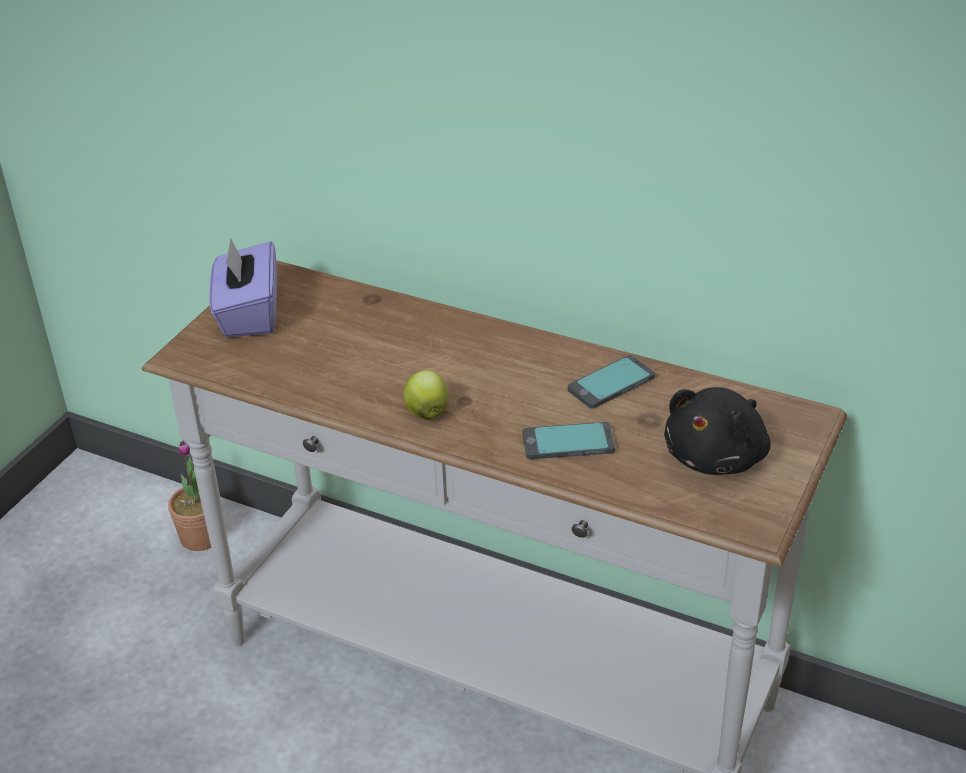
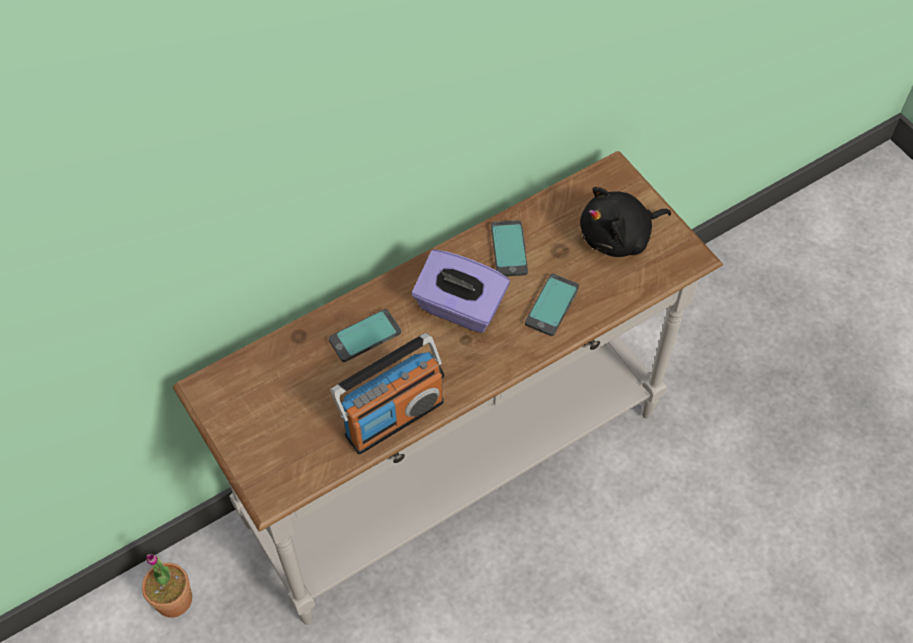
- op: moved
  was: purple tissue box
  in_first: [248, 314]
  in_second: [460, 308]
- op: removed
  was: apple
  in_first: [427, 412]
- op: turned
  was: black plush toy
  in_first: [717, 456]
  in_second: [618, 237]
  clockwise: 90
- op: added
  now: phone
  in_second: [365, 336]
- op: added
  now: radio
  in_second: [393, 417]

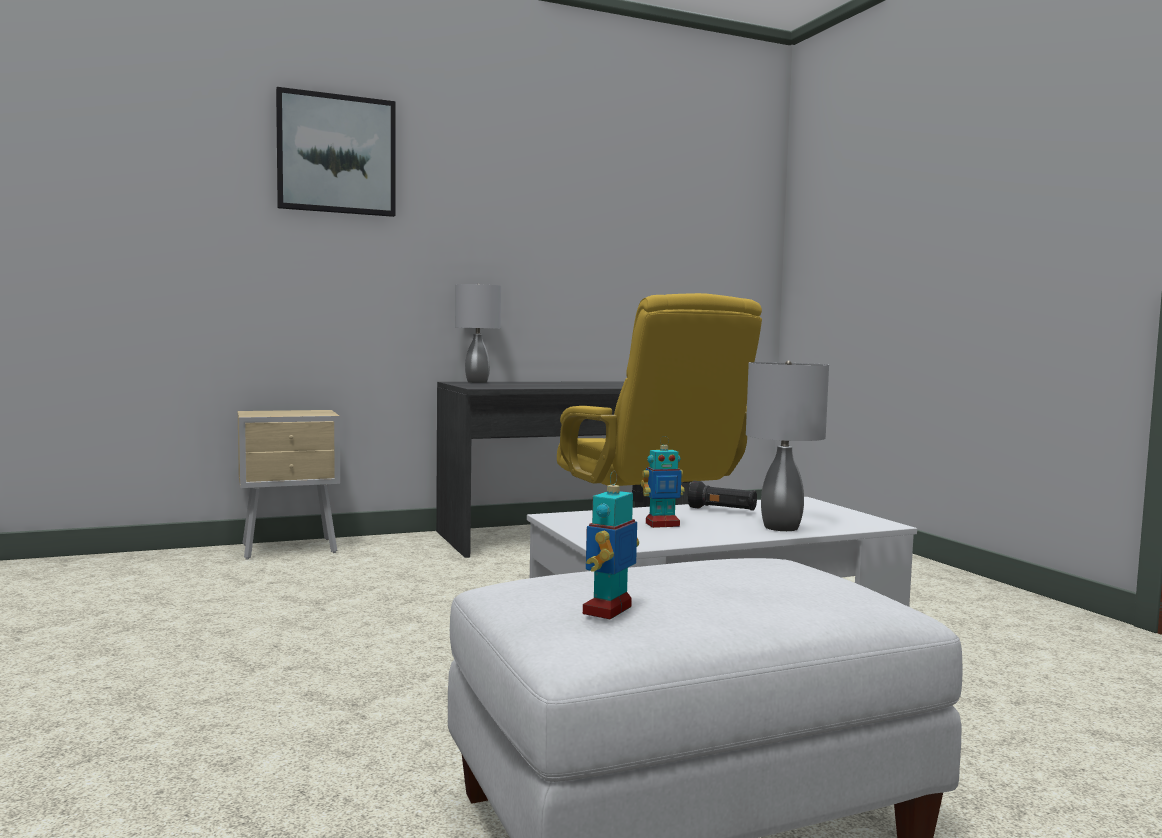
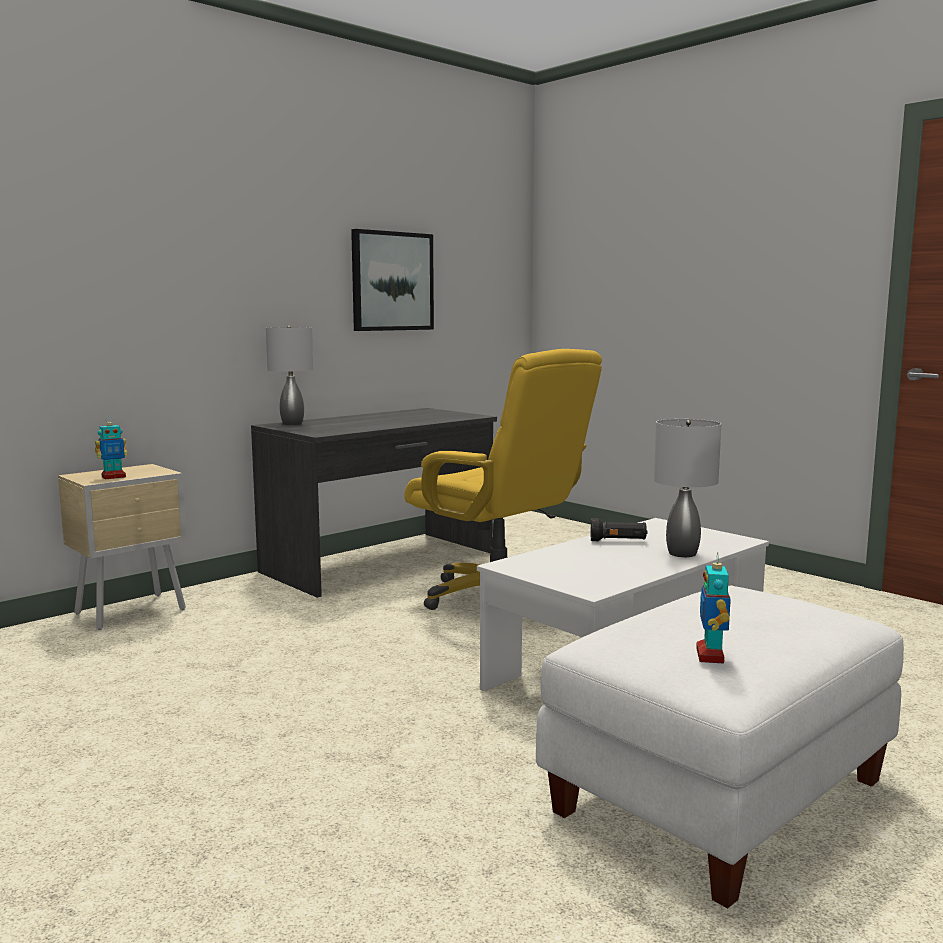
- op: moved
  was: picture
  in_first: [336, 154]
  in_second: [392, 281]
- op: moved
  was: toy robot
  in_first: [662, 524]
  in_second: [113, 477]

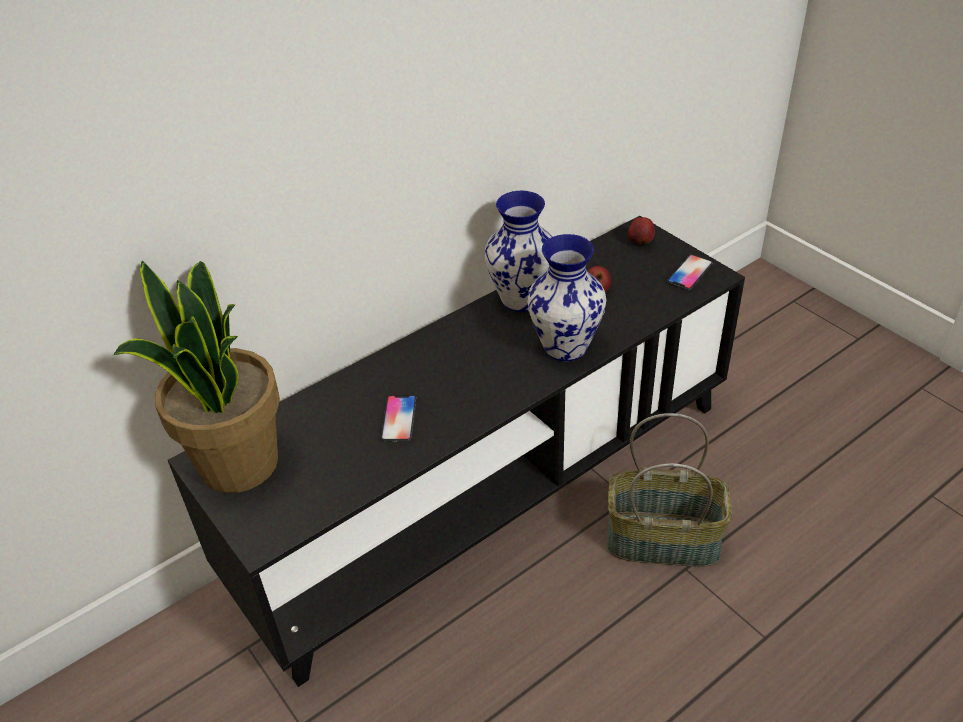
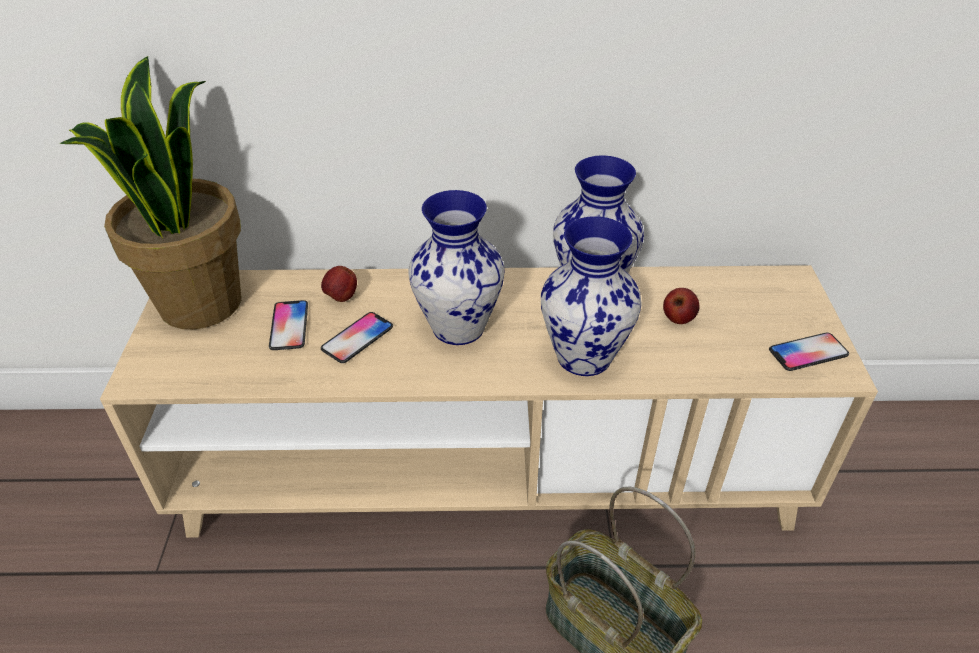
- op: recoloured
  was: black tv stand
  now: beige tv stand
  in_first: [488, 492]
  in_second: [489, 473]
- op: moved
  was: apple
  in_first: [640, 242]
  in_second: [341, 297]
- op: added
  now: phone
  in_second: [289, 326]
- op: added
  now: vase
  in_second: [457, 328]

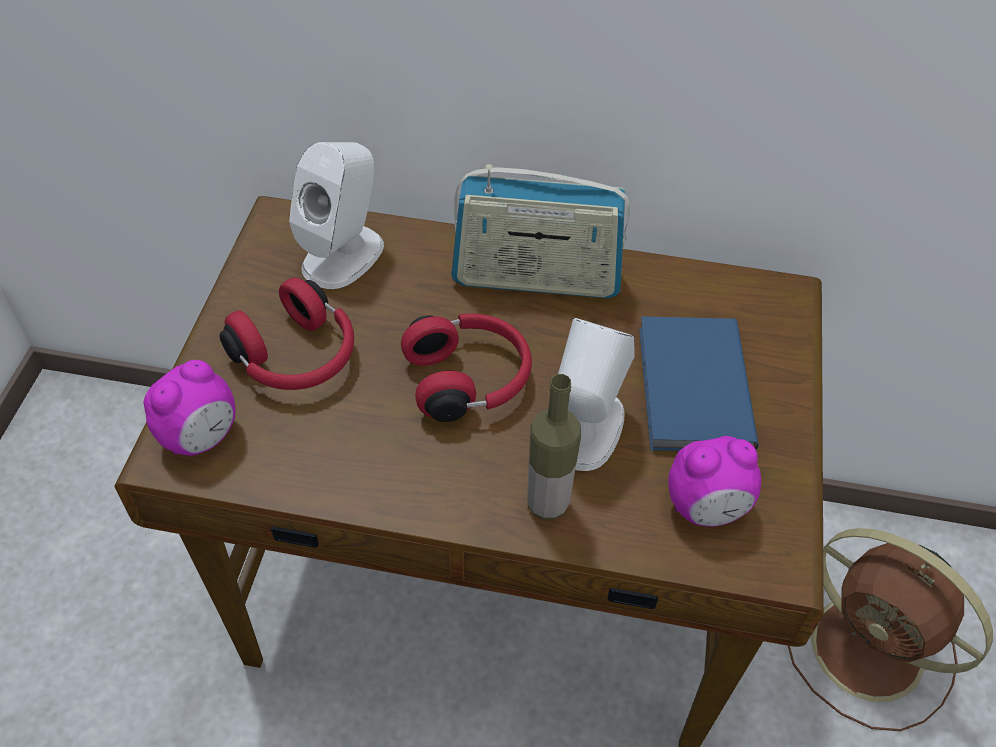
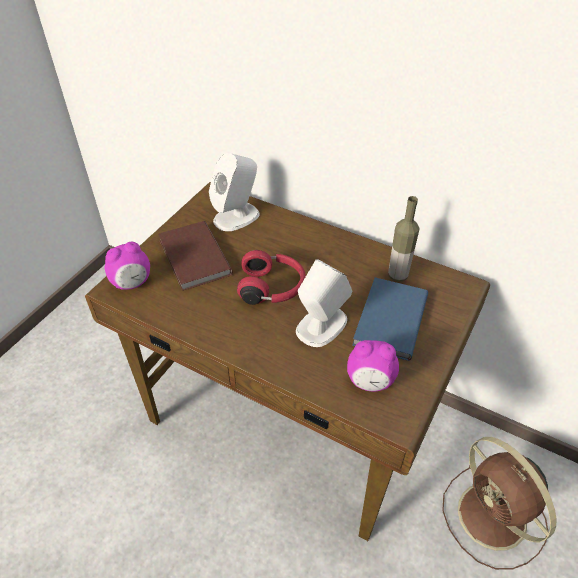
- op: replaced
  was: red headphones
  now: brown book
  in_first: [297, 357]
  in_second: [193, 258]
- op: removed
  was: radio
  in_first: [536, 278]
- op: moved
  was: bottle
  in_first: [547, 504]
  in_second: [398, 275]

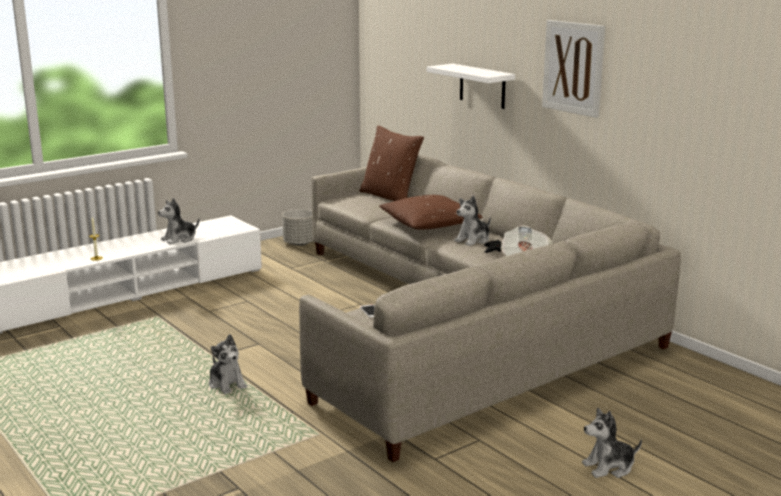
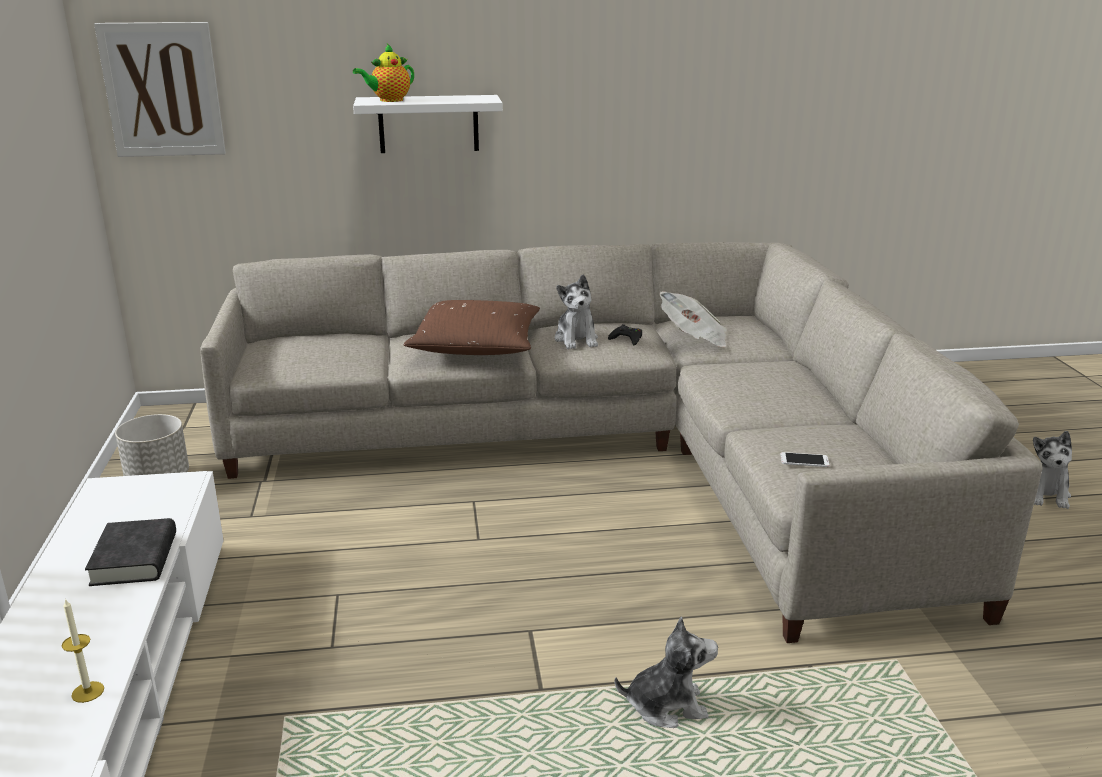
- op: replaced
  was: plush toy
  now: black book
  in_first: [179, 239]
  in_second: [135, 559]
- op: removed
  was: brown pillow
  in_first: [390, 196]
- op: moved
  was: picture
  in_first: [573, 68]
  in_second: [162, 90]
- op: added
  now: teapot
  in_second: [388, 100]

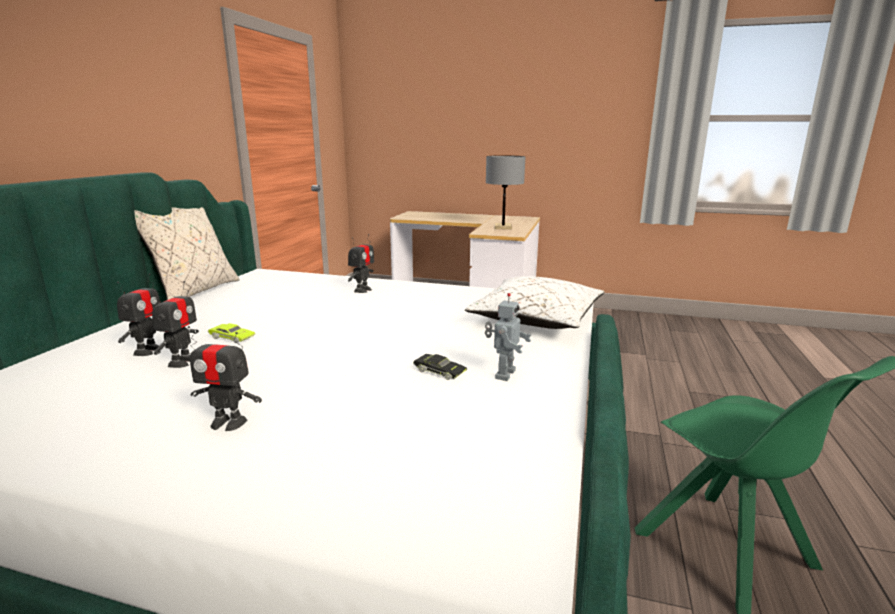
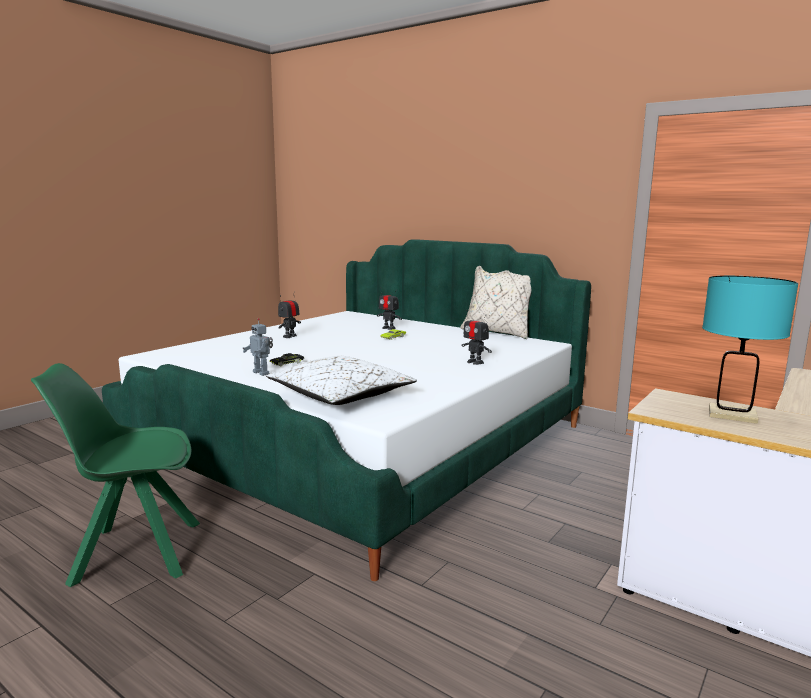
- op: removed
  was: toy robot
  in_first: [182, 362]
- op: recoloured
  was: grey table lamp
  now: turquoise table lamp
  in_first: [503, 227]
  in_second: [732, 415]

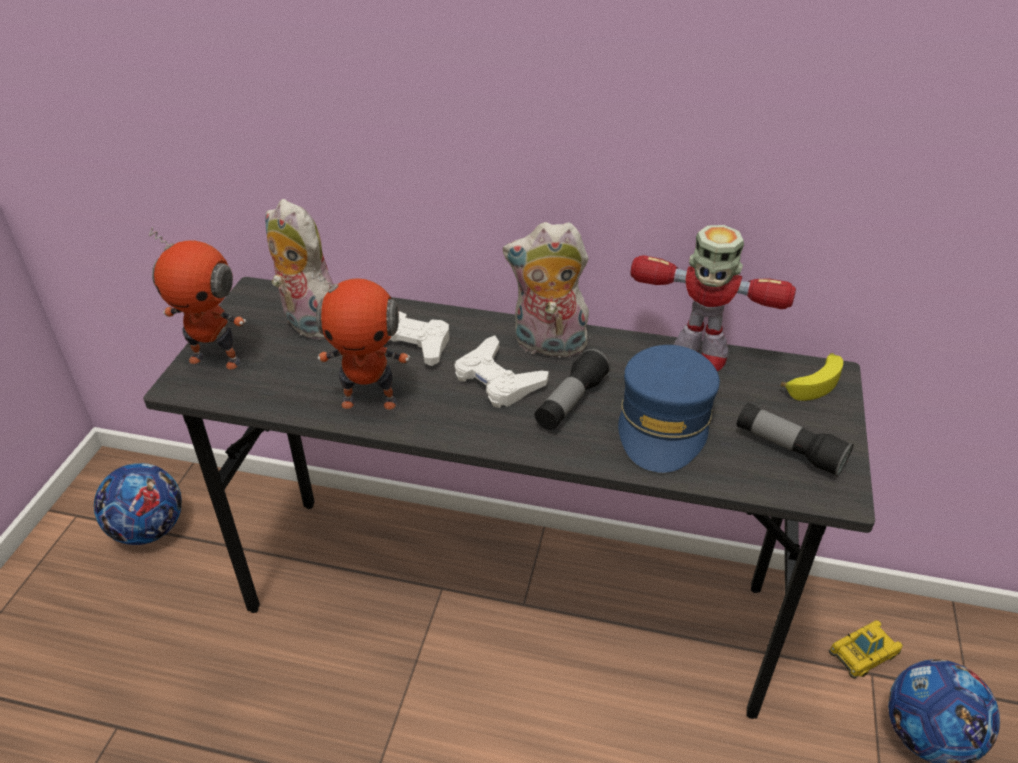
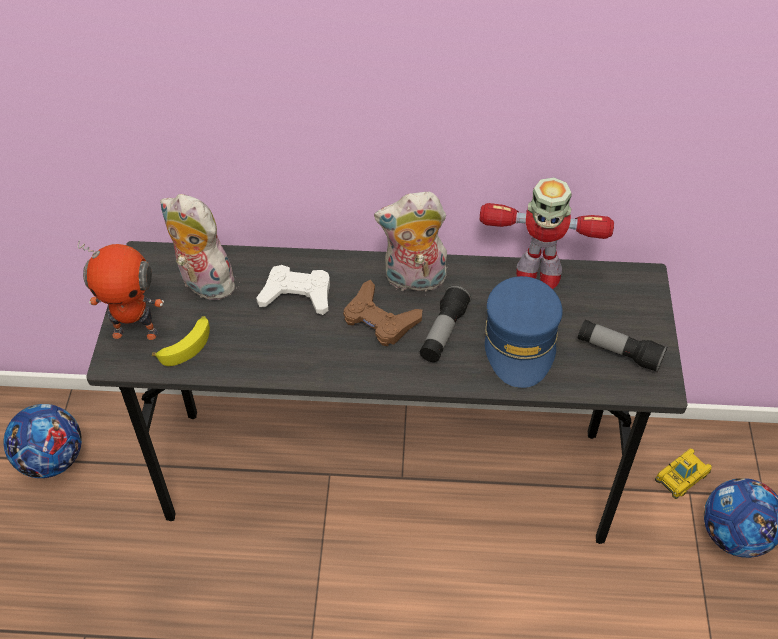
- op: removed
  was: toy robot
  in_first: [370, 400]
- op: recoloured
  was: white game controller
  now: brown game controller
  in_first: [498, 380]
  in_second: [380, 319]
- op: moved
  was: banana
  in_first: [814, 382]
  in_second: [186, 345]

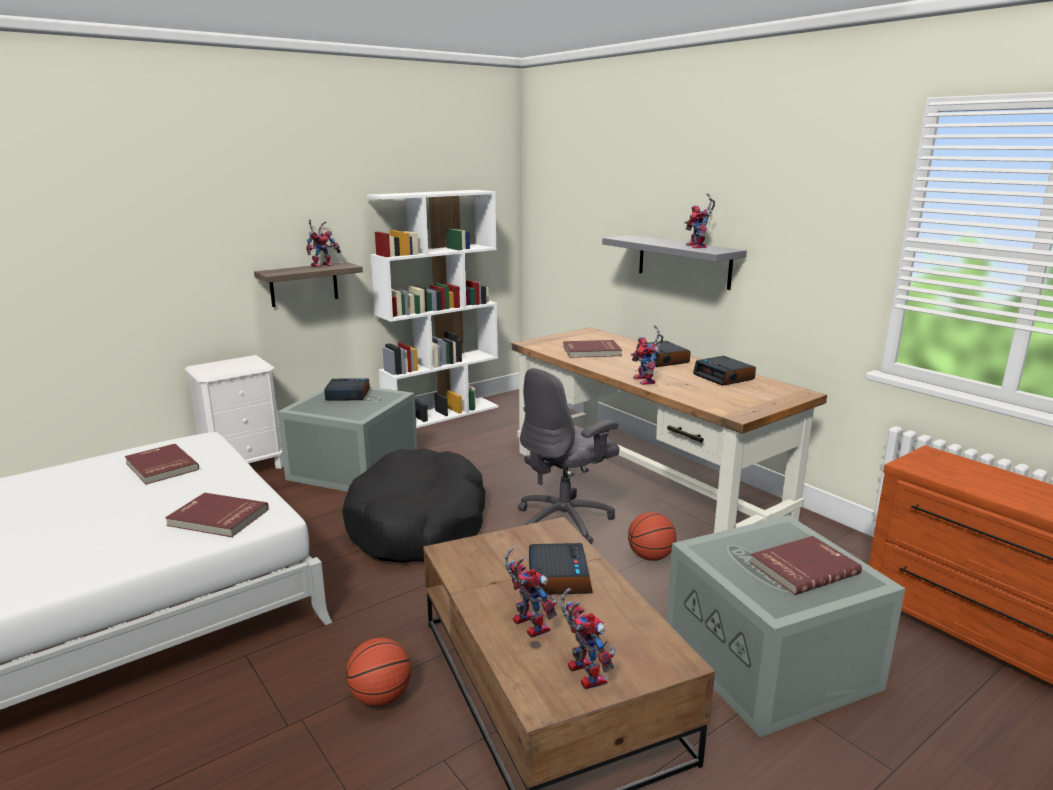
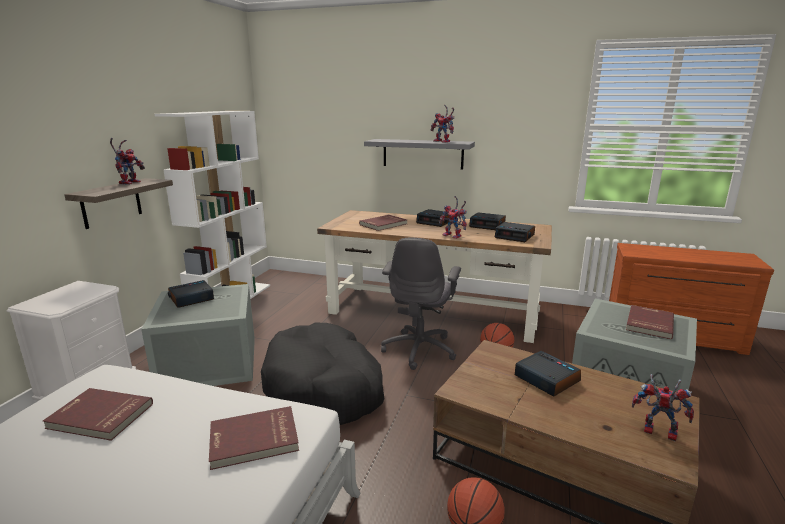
- op: removed
  was: toy robot
  in_first: [526, 624]
- op: added
  now: alarm clock
  in_second: [515, 236]

